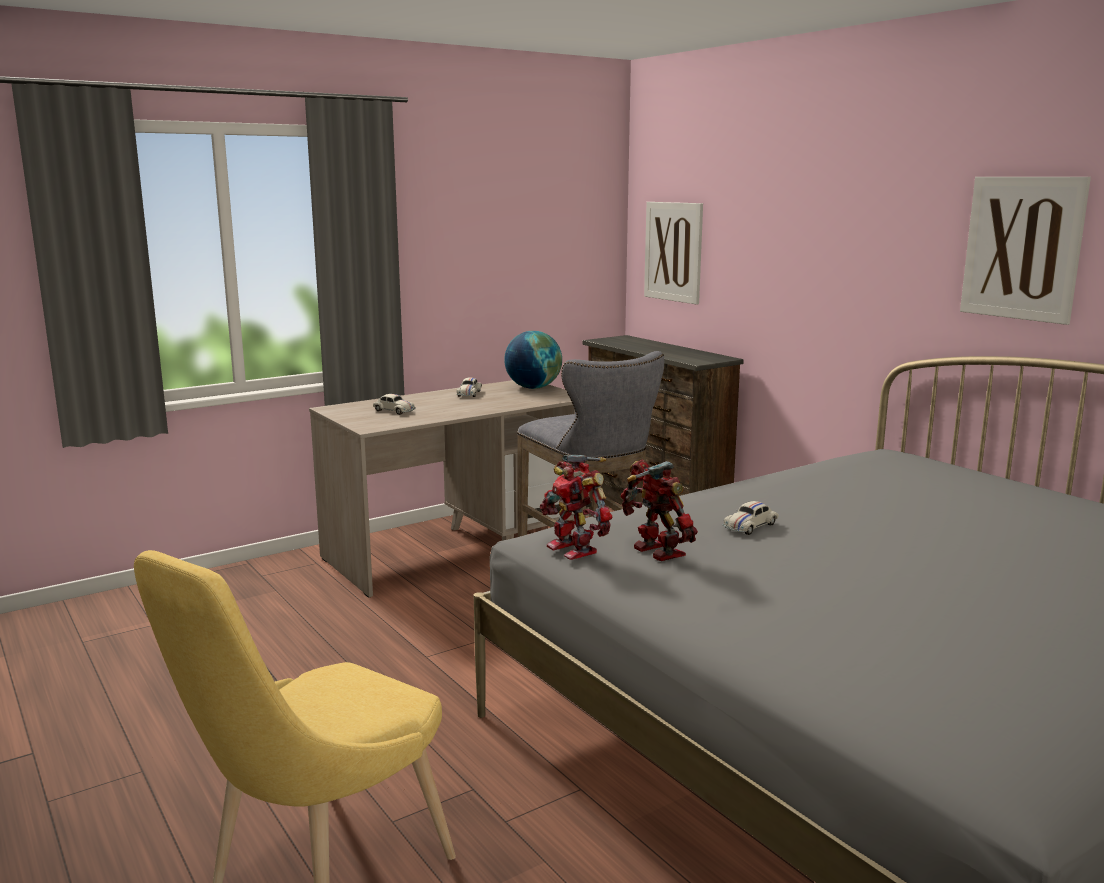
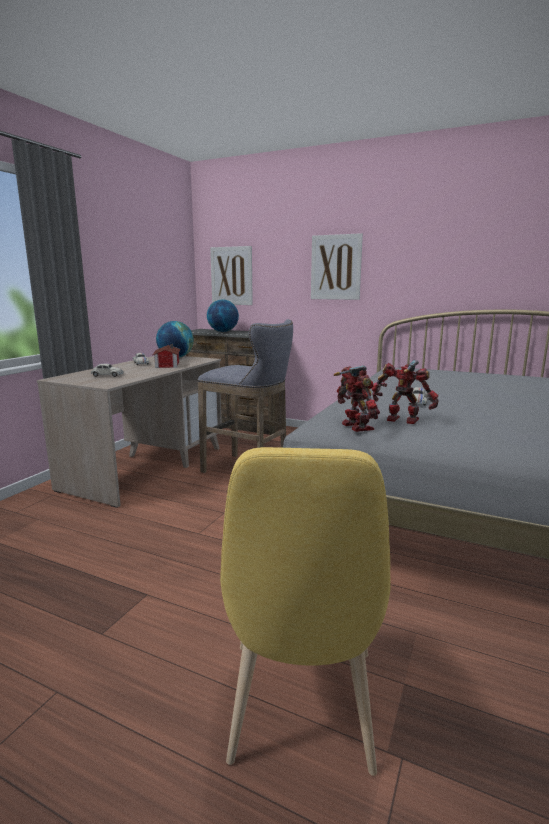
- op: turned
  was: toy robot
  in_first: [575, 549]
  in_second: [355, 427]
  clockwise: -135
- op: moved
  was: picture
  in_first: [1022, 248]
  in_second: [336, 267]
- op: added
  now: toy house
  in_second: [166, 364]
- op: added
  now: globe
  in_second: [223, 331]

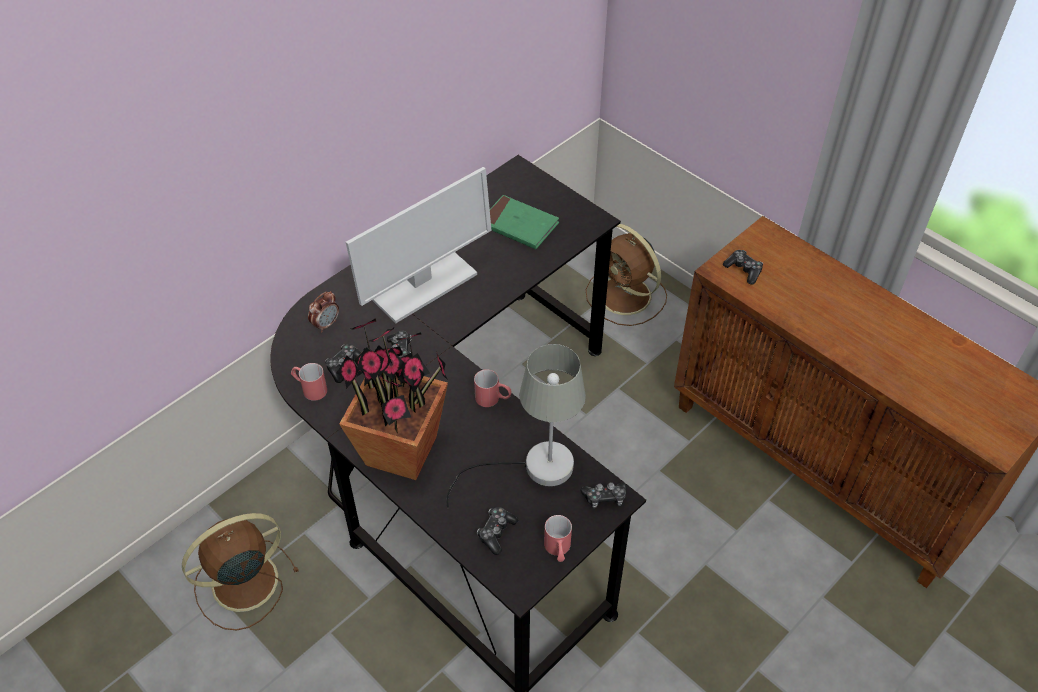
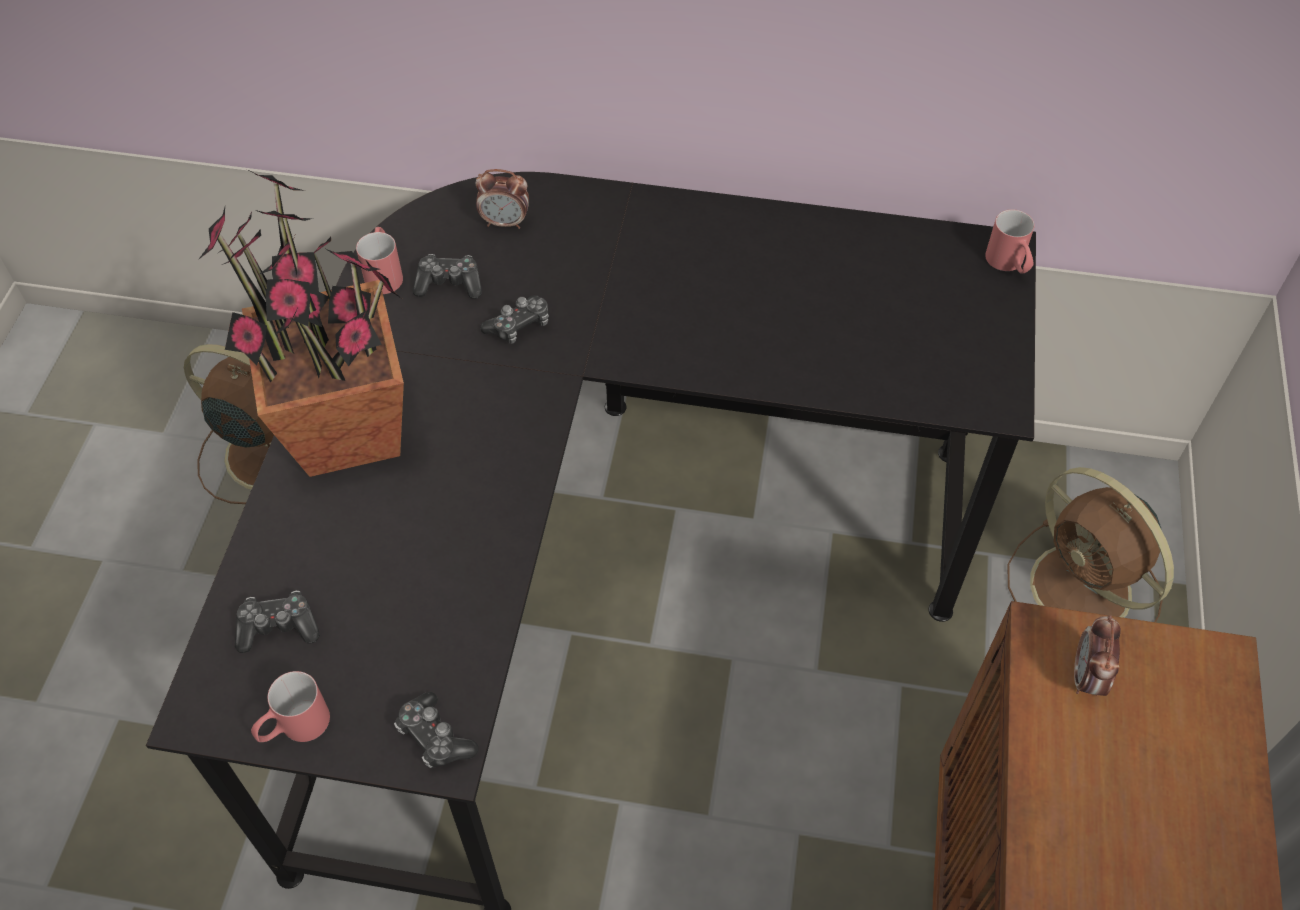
- op: removed
  was: monitor
  in_first: [422, 285]
- op: removed
  was: grey table lamp
  in_first: [534, 469]
- op: moved
  was: red mug
  in_first: [493, 399]
  in_second: [1008, 265]
- op: removed
  was: green book
  in_first: [519, 225]
- op: turned
  was: brown fan
  in_first: [626, 297]
  in_second: [1084, 591]
  clockwise: -45
- op: replaced
  was: game controller
  now: alarm clock
  in_first: [743, 270]
  in_second: [1086, 677]

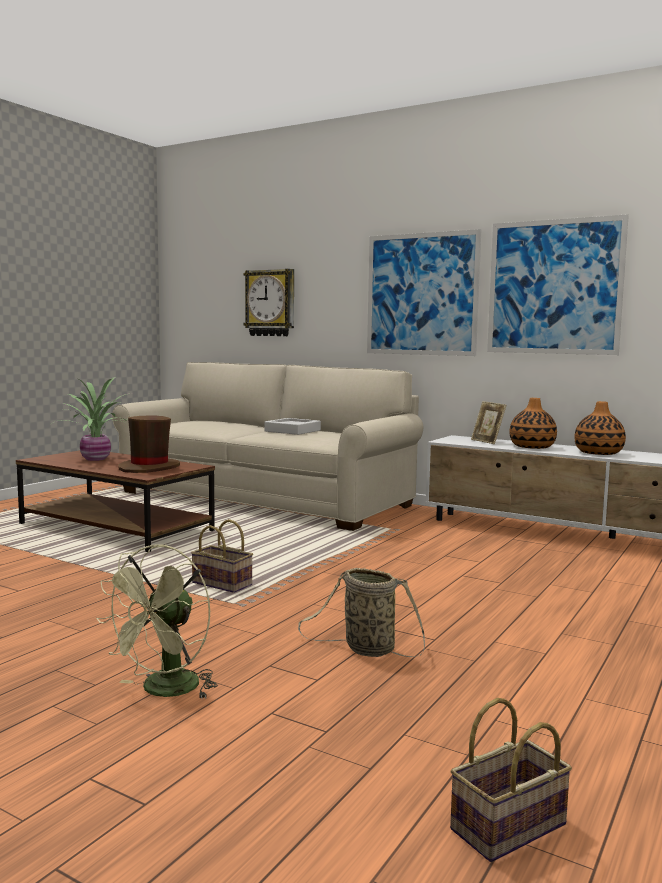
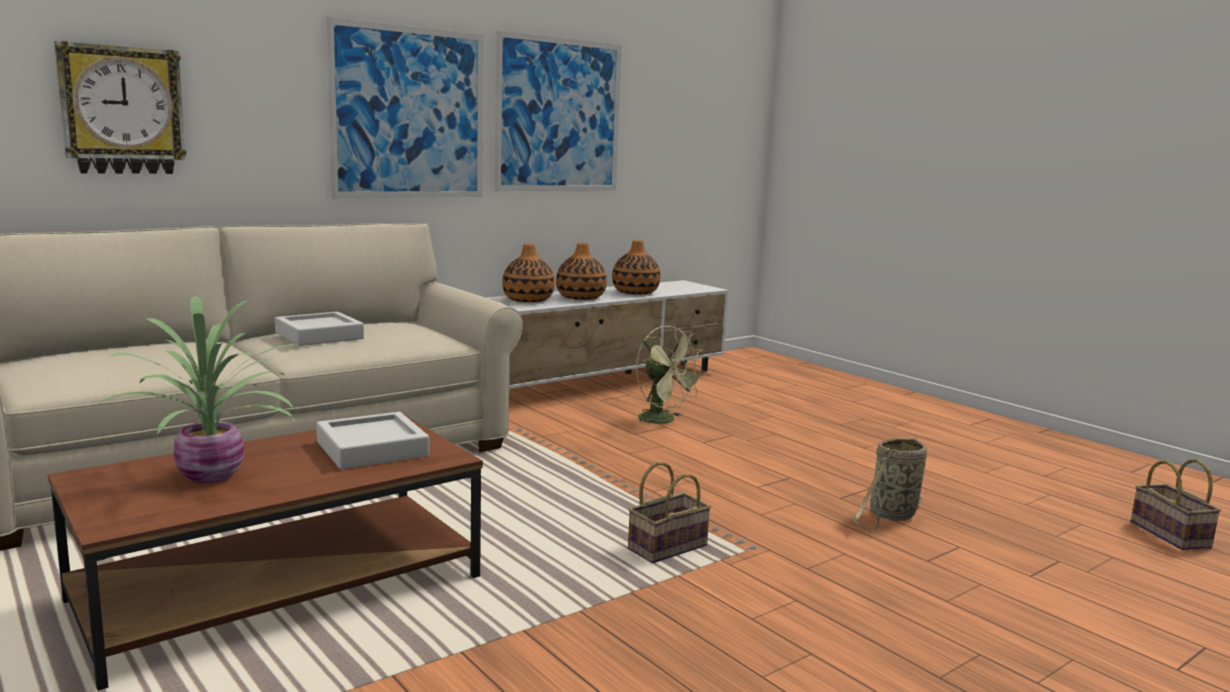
- op: moved
  was: green fan
  in_first: [164, 691]
  in_second: [663, 421]
- op: replaced
  was: brown hat
  now: grey tray
  in_first: [149, 468]
  in_second: [372, 449]
- op: replaced
  was: picture frame
  now: vase
  in_first: [487, 441]
  in_second: [528, 300]

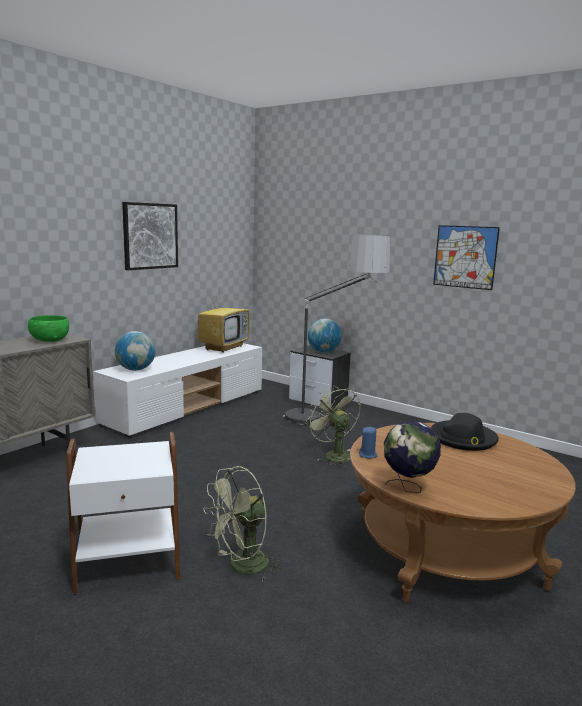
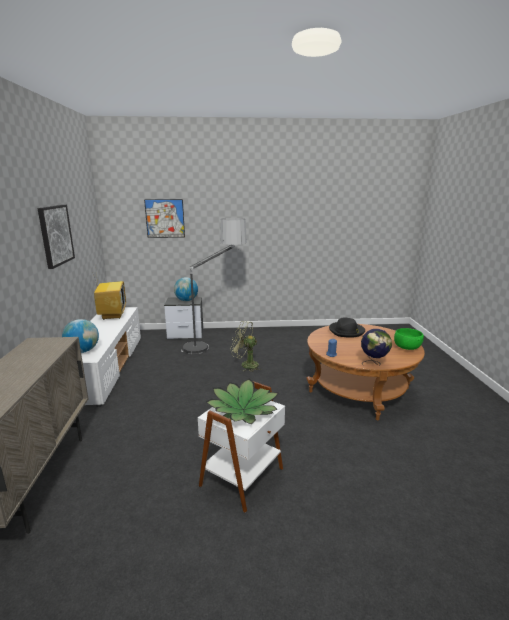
- op: moved
  was: green bowl
  in_first: [49, 340]
  in_second: [406, 347]
- op: removed
  was: green fan
  in_first: [242, 567]
- op: moved
  was: picture
  in_first: [465, 257]
  in_second: [165, 218]
- op: added
  now: potted plant
  in_second: [243, 410]

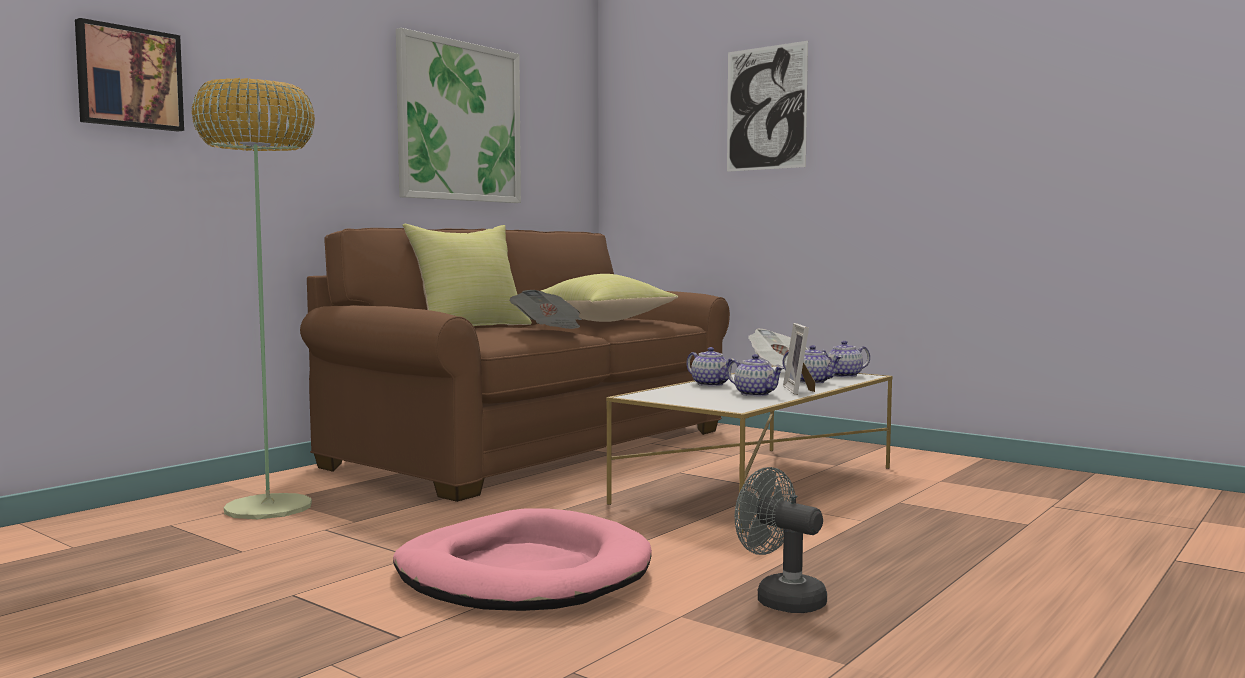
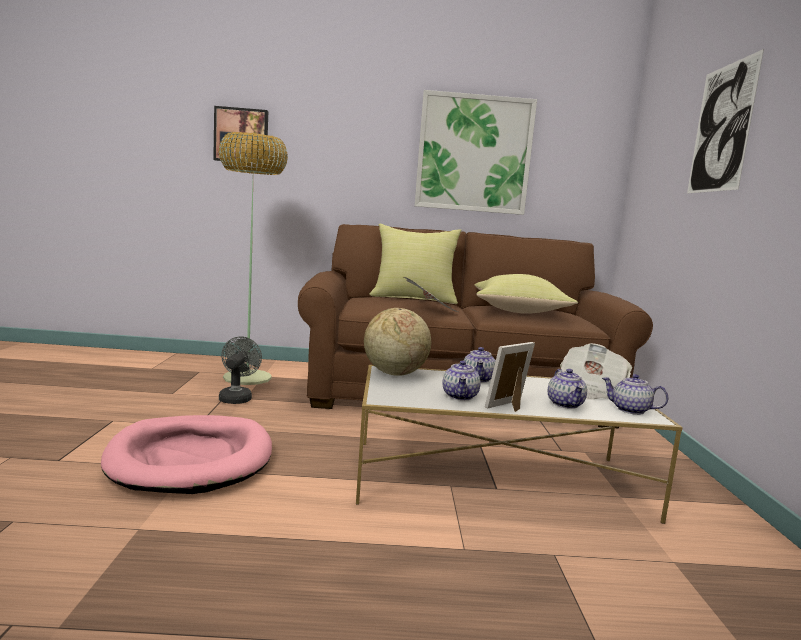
- op: moved
  was: grey fan
  in_first: [781, 599]
  in_second: [237, 397]
- op: added
  now: globe
  in_second: [394, 373]

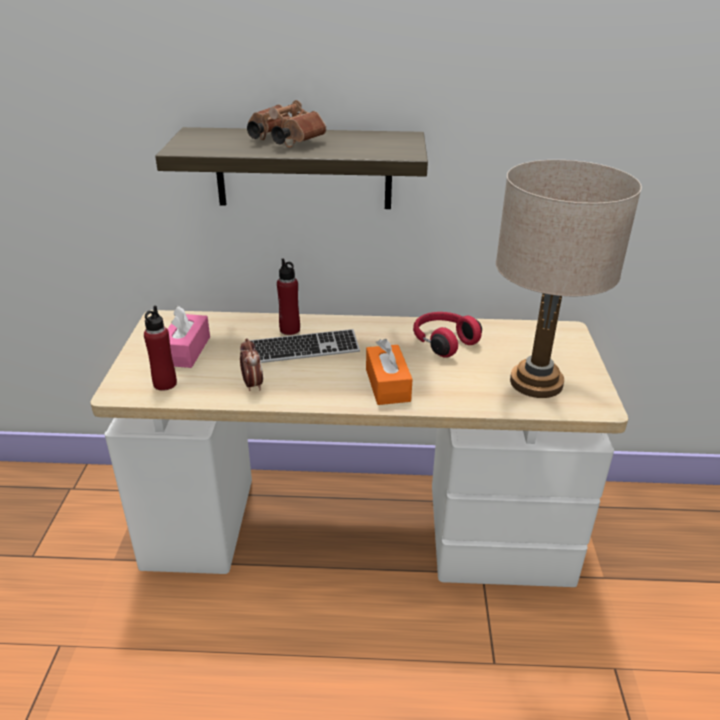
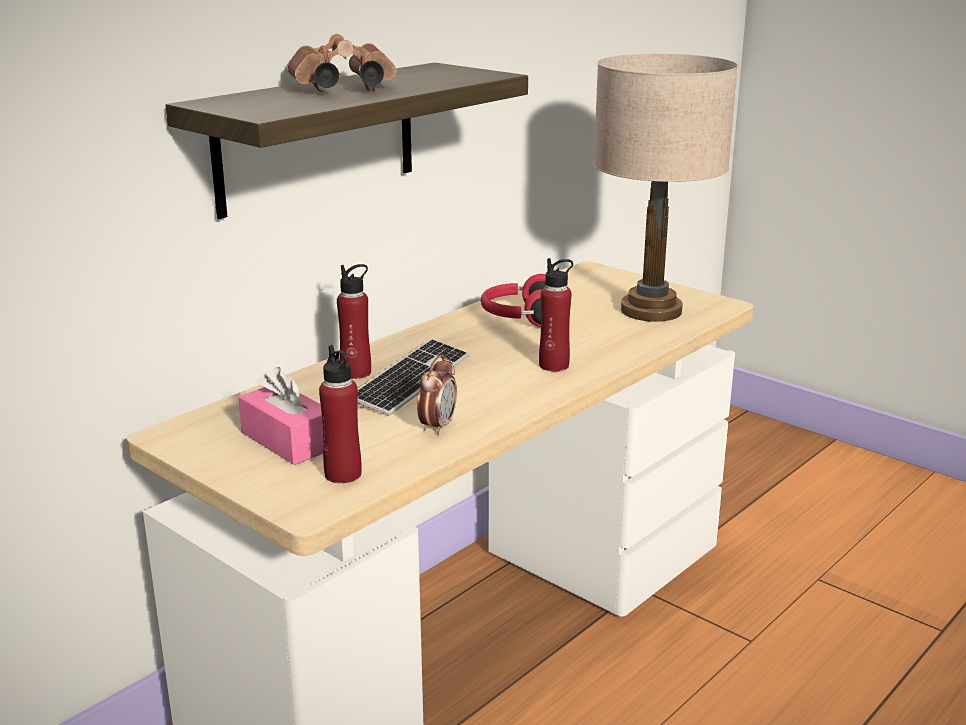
- op: turned
  was: alarm clock
  in_first: [252, 385]
  in_second: [437, 426]
  clockwise: 90
- op: replaced
  was: orange tissue box
  now: red bottle
  in_first: [387, 385]
  in_second: [554, 365]

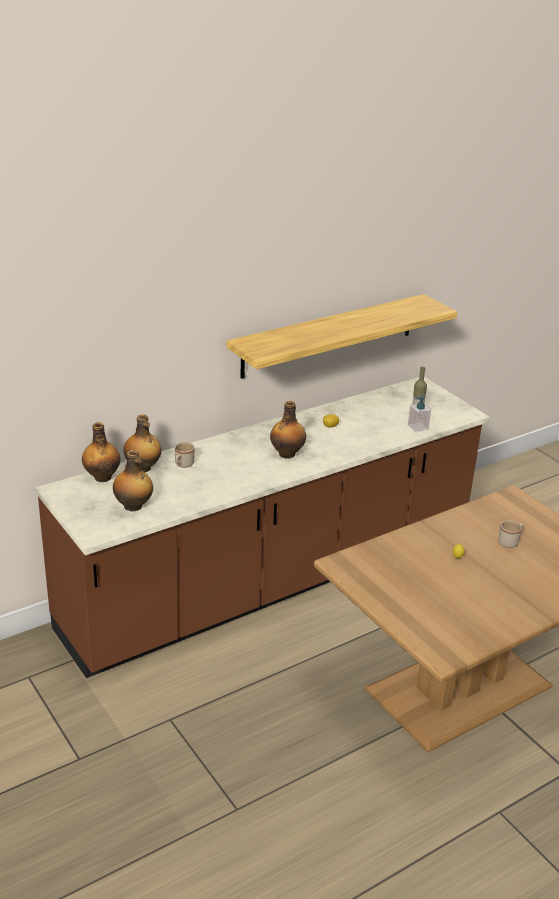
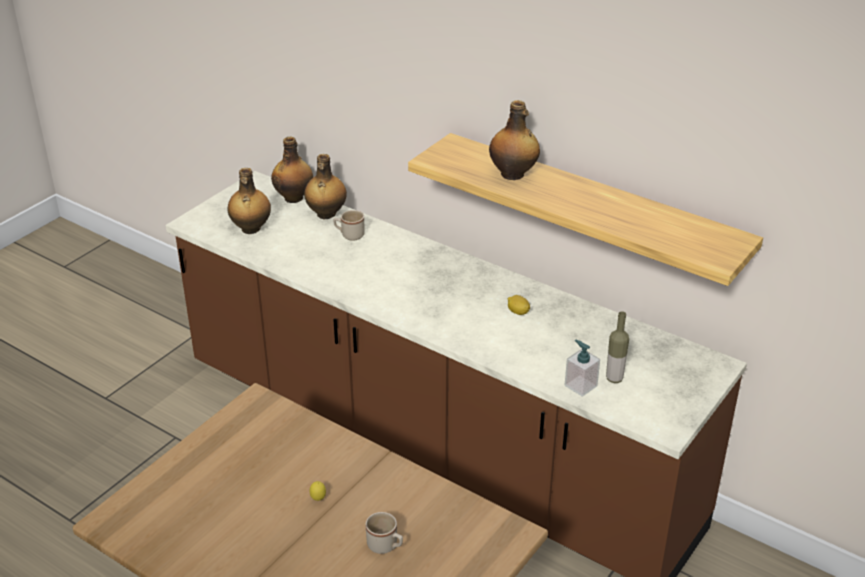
- op: moved
  was: bottle
  in_first: [287, 454]
  in_second: [513, 174]

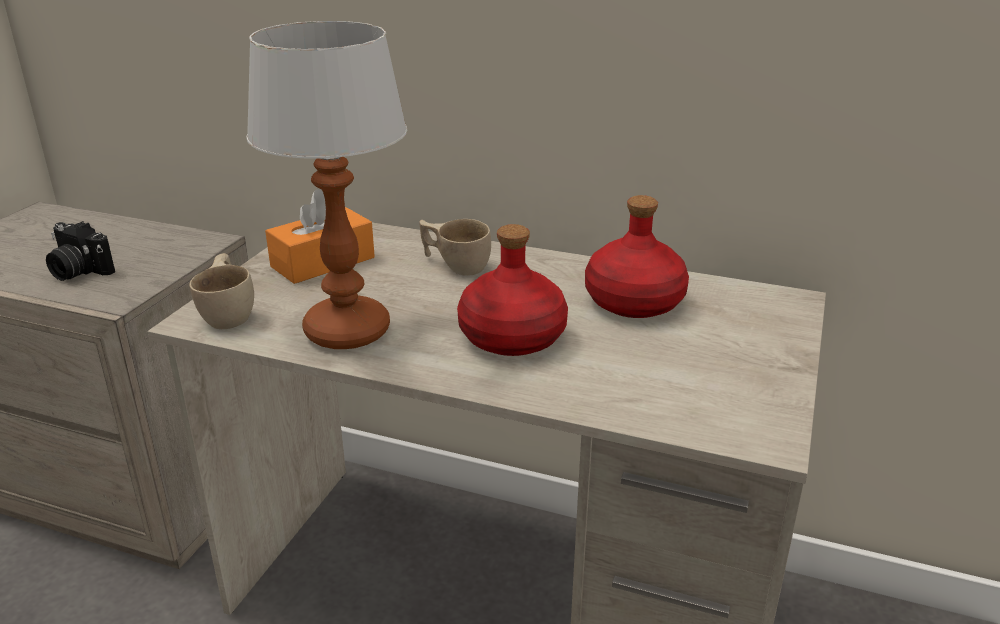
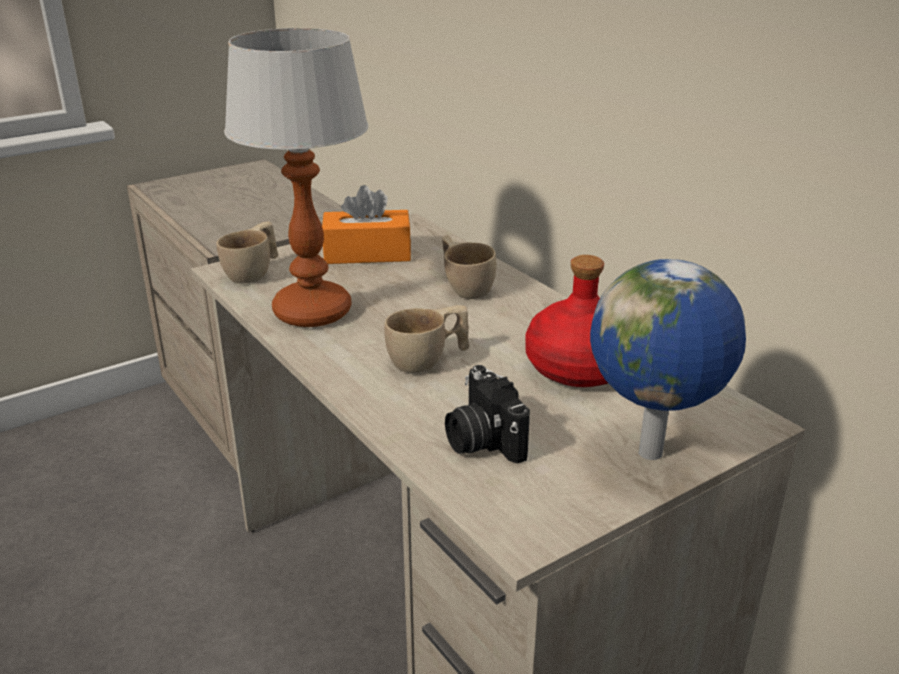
- op: moved
  was: photo camera
  in_first: [78, 271]
  in_second: [481, 440]
- op: replaced
  was: red bottle
  now: beige cup
  in_first: [513, 337]
  in_second: [428, 360]
- op: added
  now: globe
  in_second: [653, 454]

